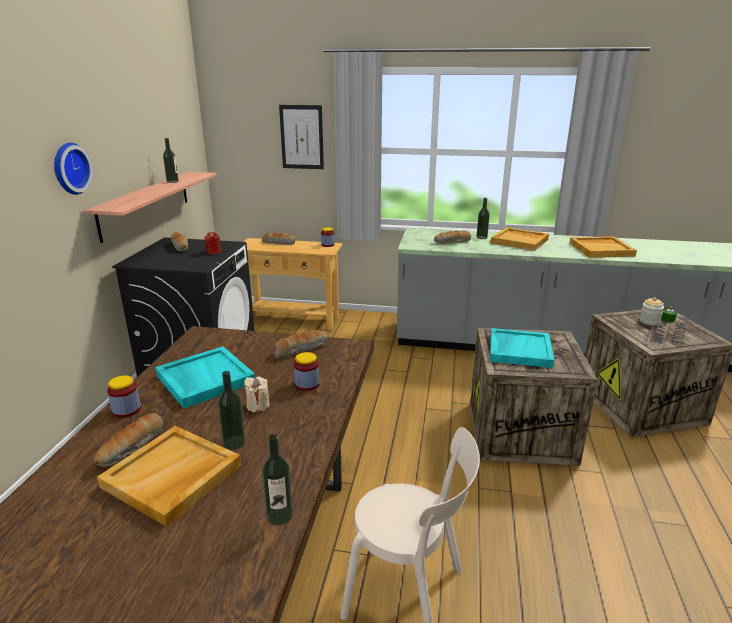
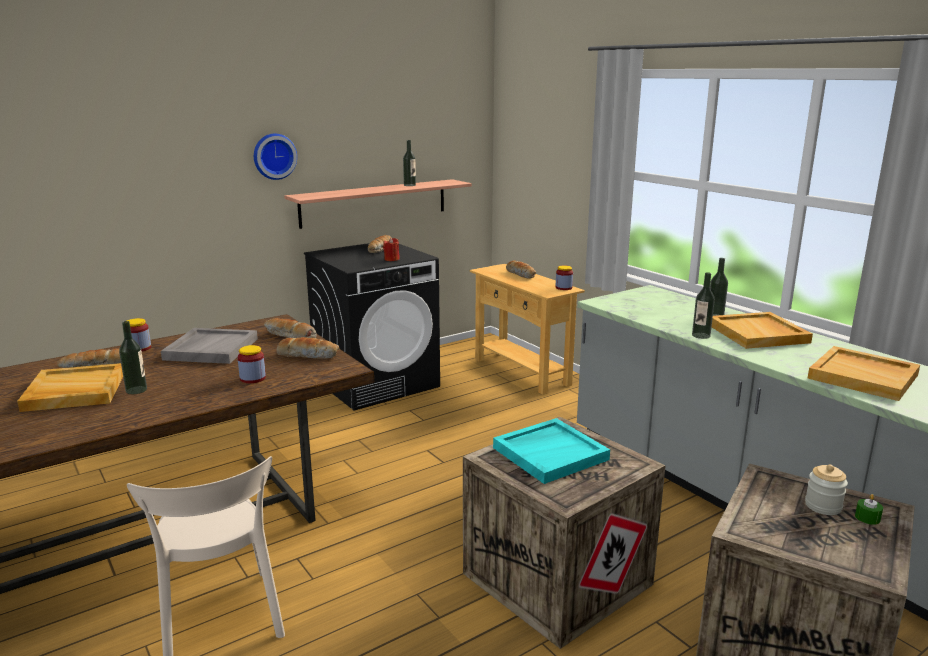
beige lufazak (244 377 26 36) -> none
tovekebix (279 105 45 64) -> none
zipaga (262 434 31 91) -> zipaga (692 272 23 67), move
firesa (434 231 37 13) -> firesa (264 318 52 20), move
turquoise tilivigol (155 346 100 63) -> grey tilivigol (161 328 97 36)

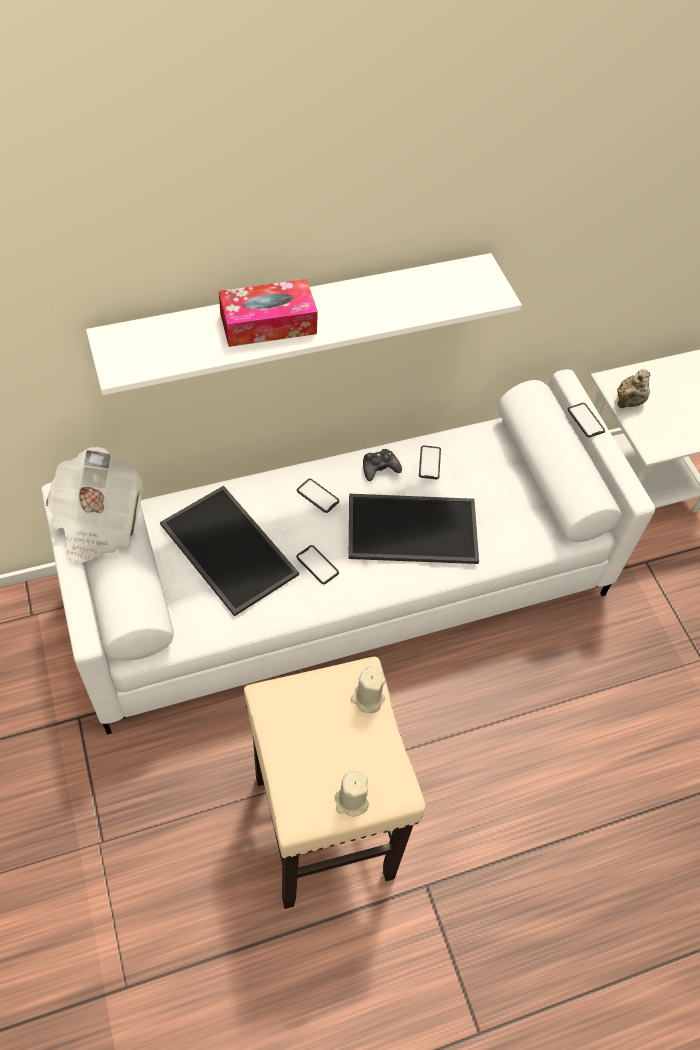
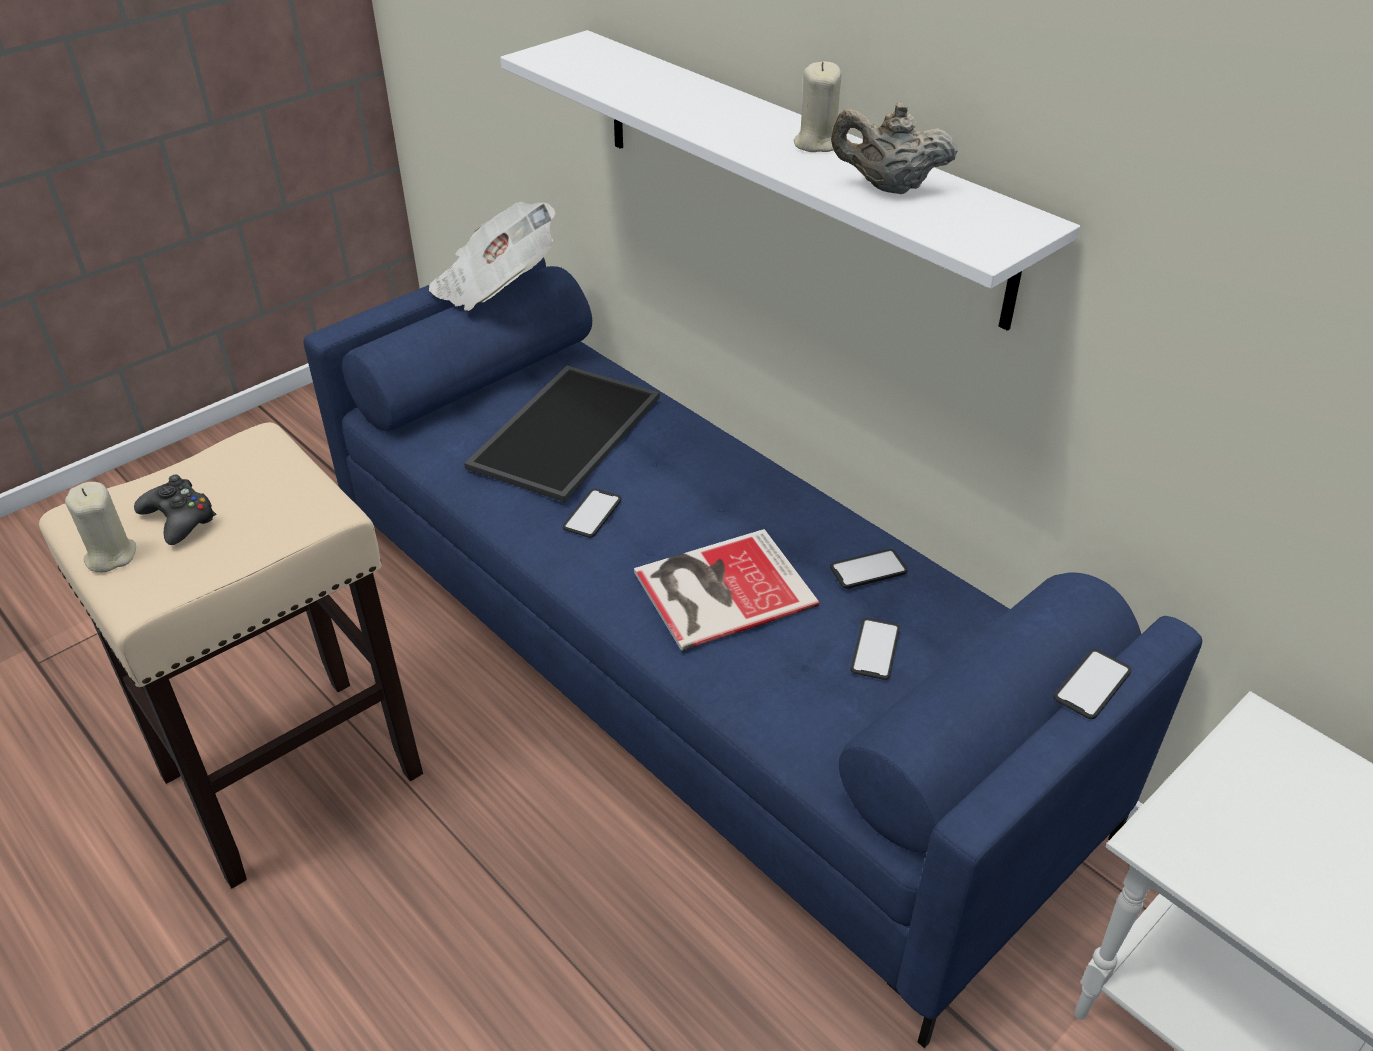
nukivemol (219 279 99 68) -> none
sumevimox (297 479 43 34) -> sumevimox (851 618 49 62), move
beige lufazak (351 667 35 46) -> beige lufazak (794 62 47 90), move
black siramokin (363 449 39 32) -> black siramokin (134 475 82 70), move
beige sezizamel (617 369 33 39) -> beige sezizamel (831 103 127 91), move
tilivigol (349 494 130 70) -> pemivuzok (634 529 185 122)
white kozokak (41 369 614 366) -> blue kozokak (304 257 898 791)

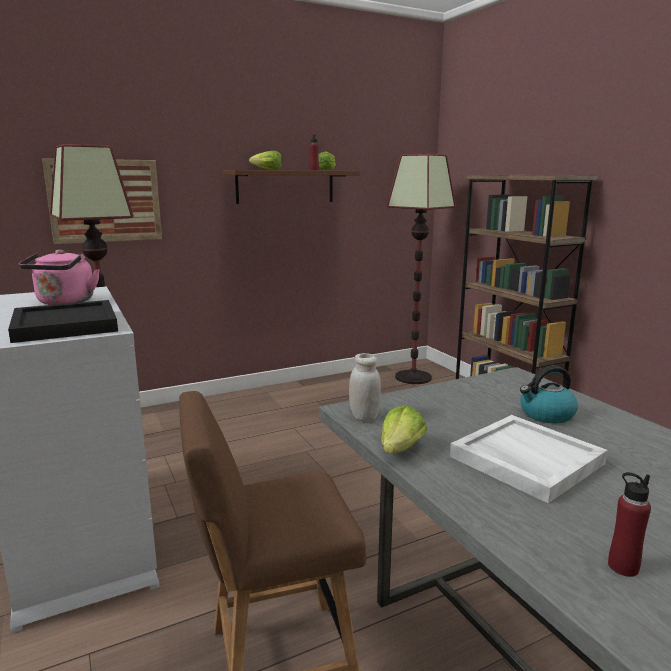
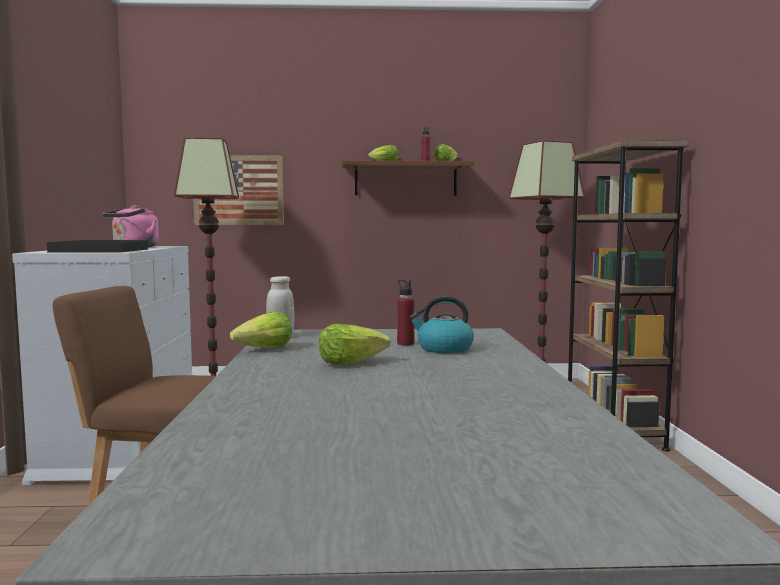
red zipaga (608 472 43 105) -> red zipaga (397 280 18 66), move
white tilivigol (450 415 158 88) -> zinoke (319 324 71 41)

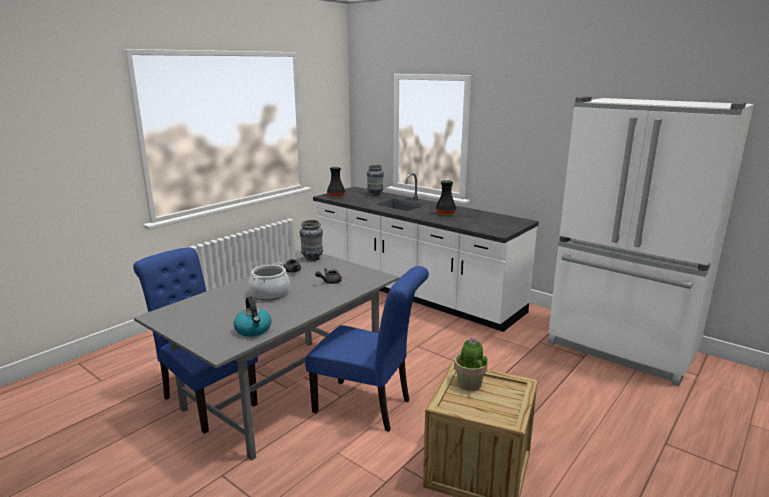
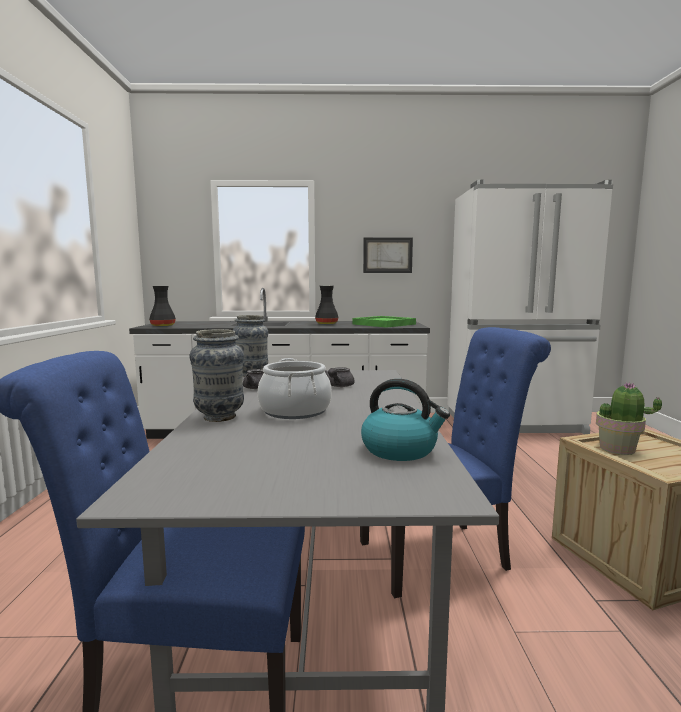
none -> green tilivigol (352 316 64 12)
none -> tovekebix (363 238 50 35)
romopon (367 165 17 30) -> romopon (189 329 55 93), move

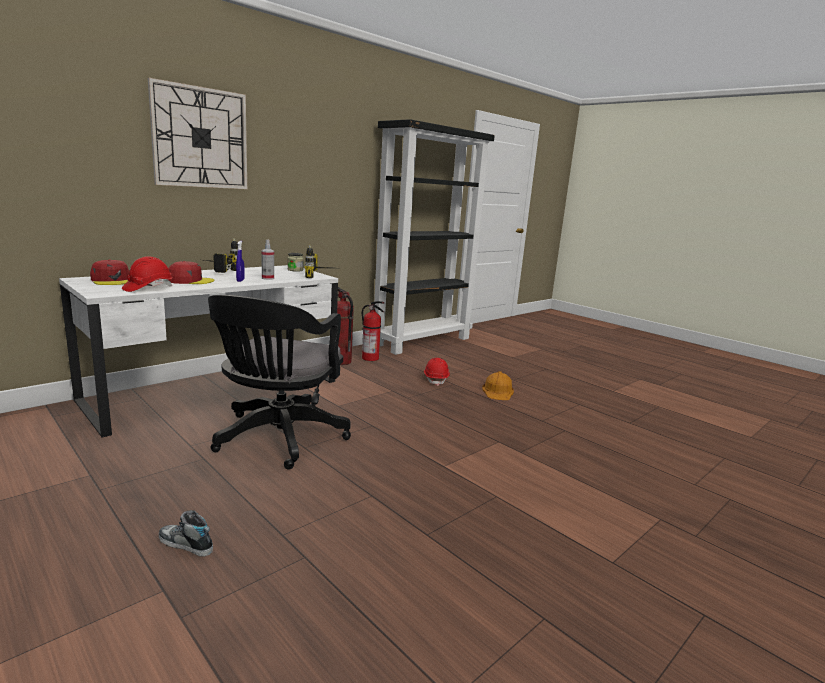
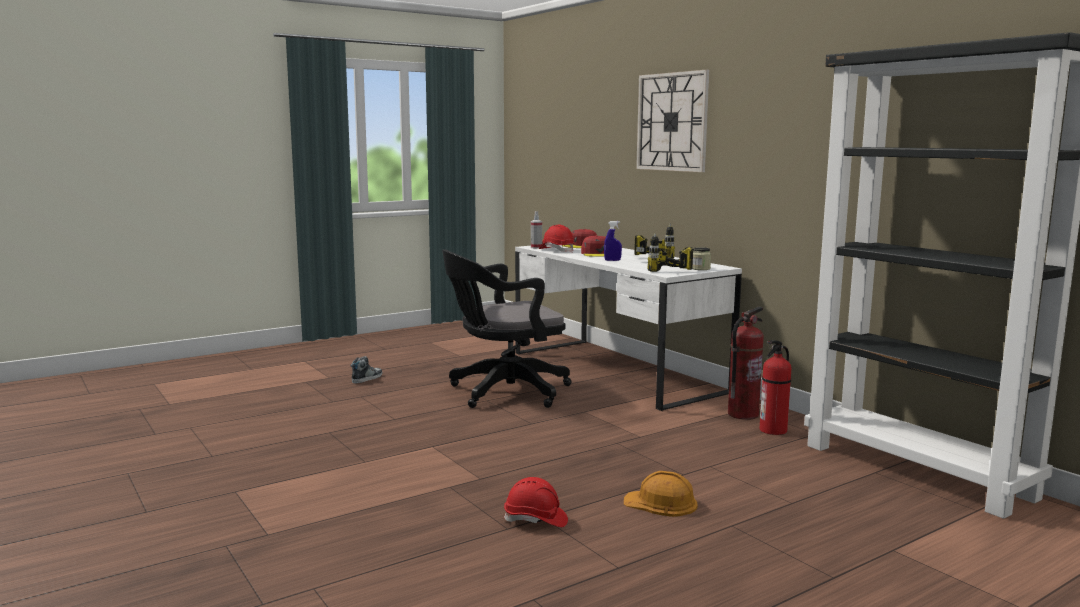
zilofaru (261 240 13 40) -> zilofaru (531 211 11 38), move
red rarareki (424 358 26 28) -> red rarareki (503 477 65 50), move
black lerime (208 295 143 175) -> black lerime (442 249 130 159), 45 degrees counterclockwise

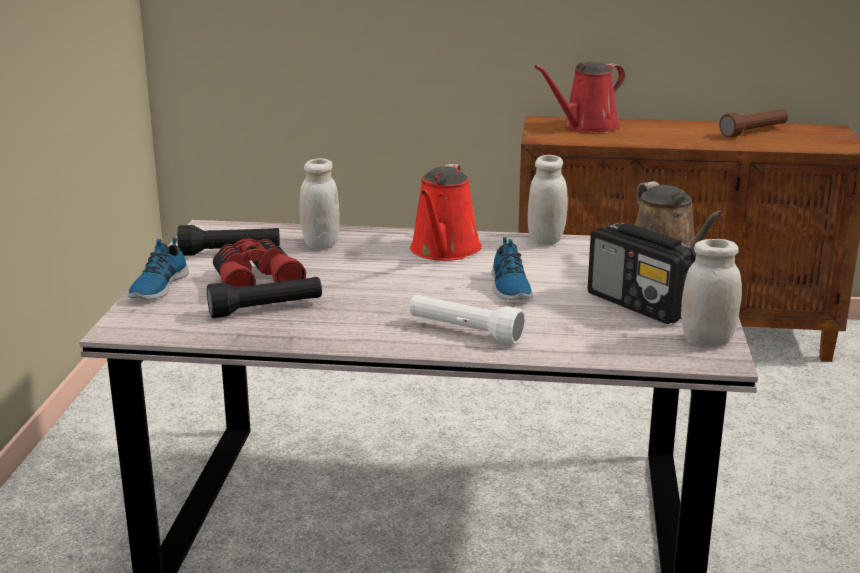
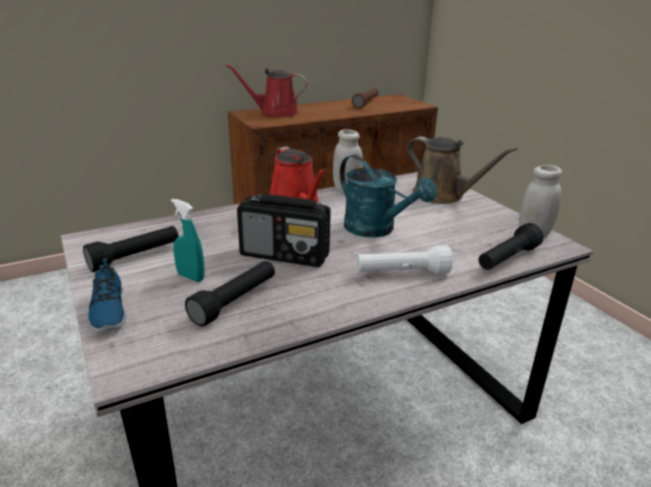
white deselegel (299 158 41 91) -> none
none -> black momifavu (479 223 64 47)
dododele (588 223 108 101) -> dododele (237 194 94 73), move
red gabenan (213 238 93 49) -> turquoise zilofaru (171 199 34 83)
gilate (491 237 42 63) -> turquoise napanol (340 155 96 82)
red napanol (535 62 90 71) -> red napanol (226 64 81 53), 75 degrees clockwise

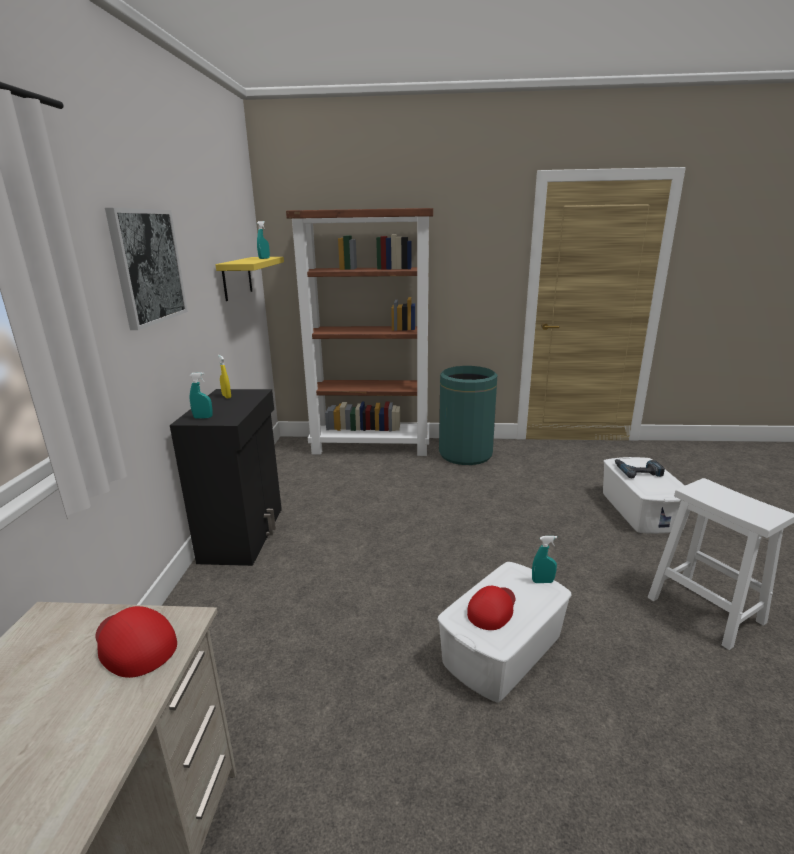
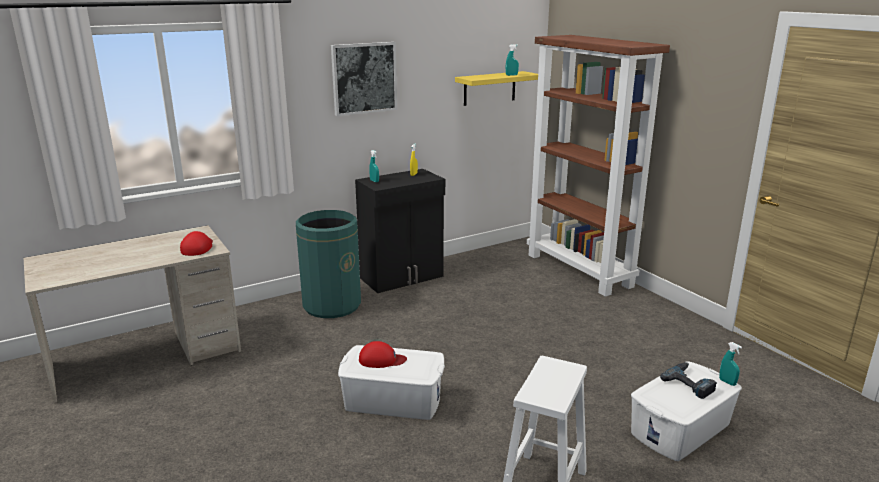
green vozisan (439 366 58 99) -> green vozisan (296 210 65 108), move
turquoise zilofaru (532 536 25 47) -> turquoise zilofaru (719 342 23 44), move

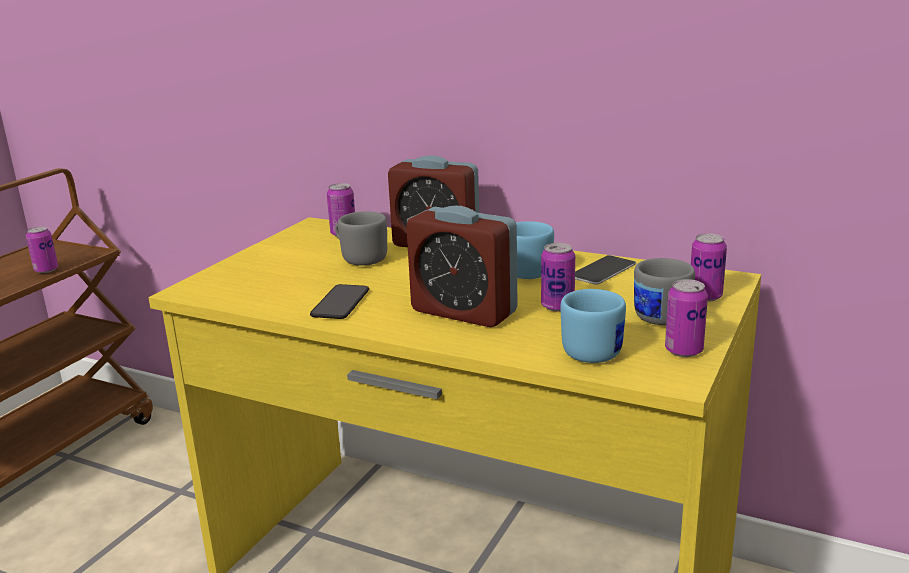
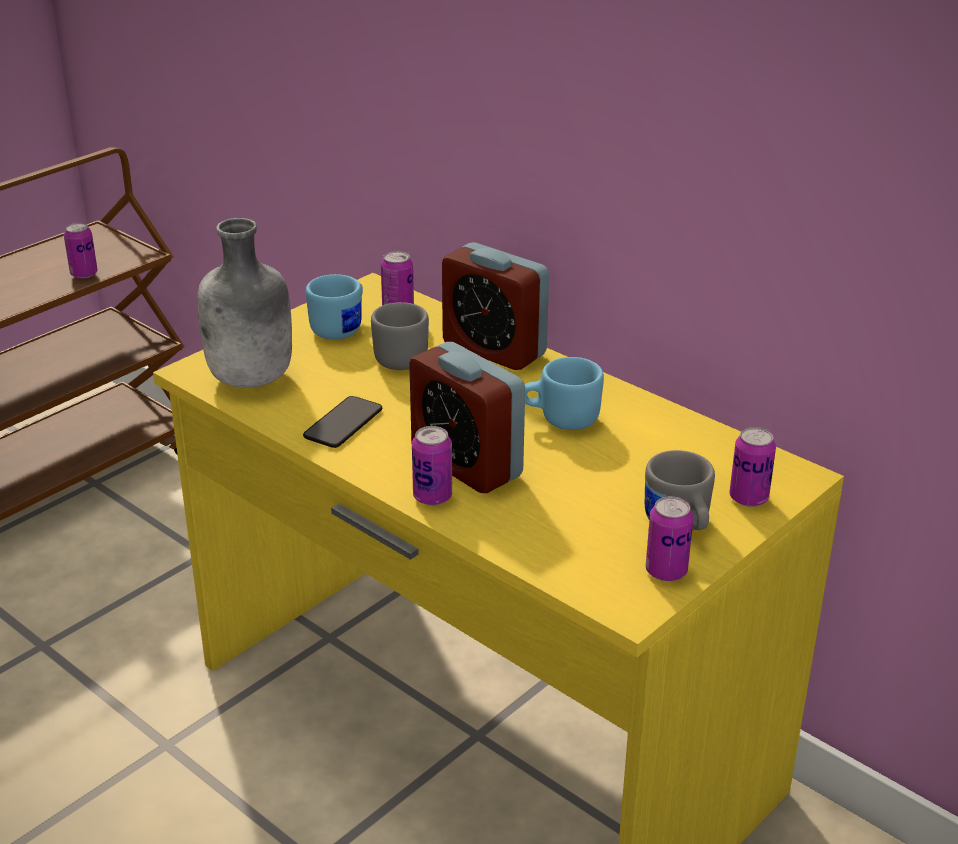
sumevimox (575 255 61 30) -> none
none -> grey zipaga (198 218 94 170)
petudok (541 243 34 69) -> petudok (412 426 40 79), move
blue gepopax (560 289 66 74) -> blue gepopax (306 274 57 65), move

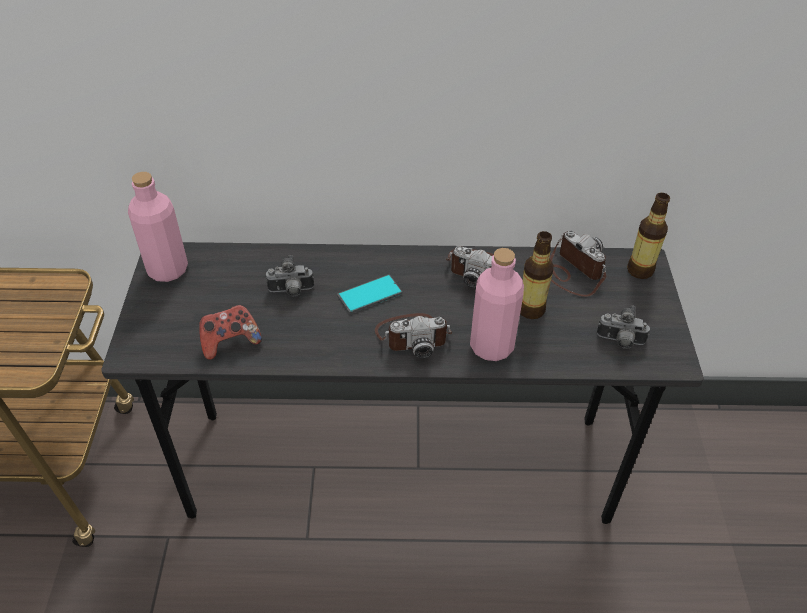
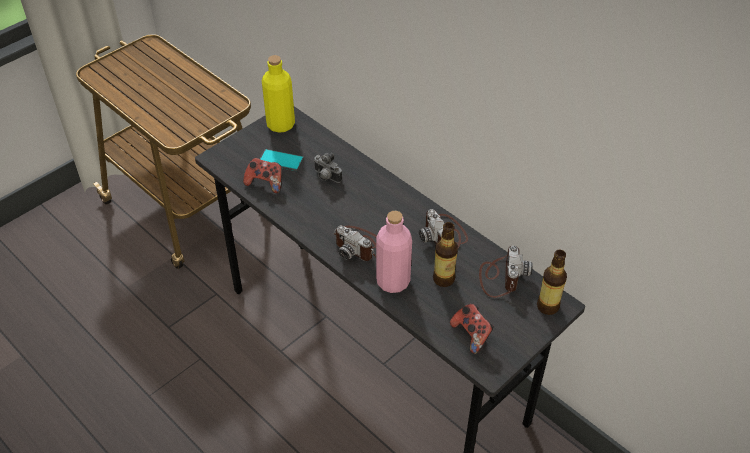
sumevimox (337 274 65 40) -> sumevimox (260 149 44 22), move
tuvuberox (597 305 53 44) -> siramokin (450 304 44 50)
pink zipaga (128 172 60 110) -> yellow zipaga (262 55 33 78)

